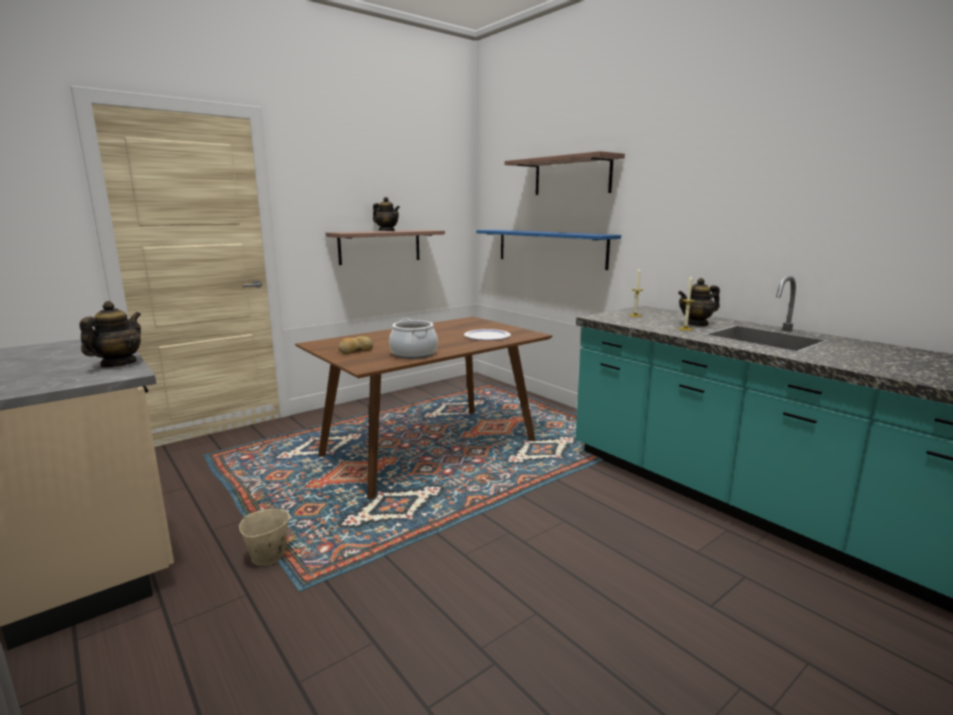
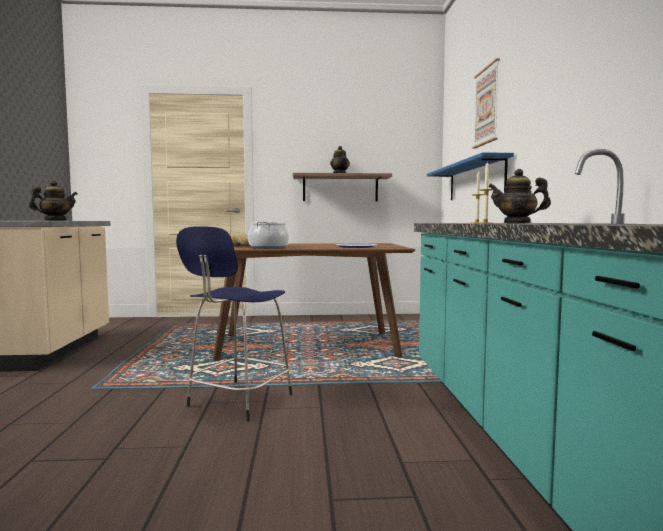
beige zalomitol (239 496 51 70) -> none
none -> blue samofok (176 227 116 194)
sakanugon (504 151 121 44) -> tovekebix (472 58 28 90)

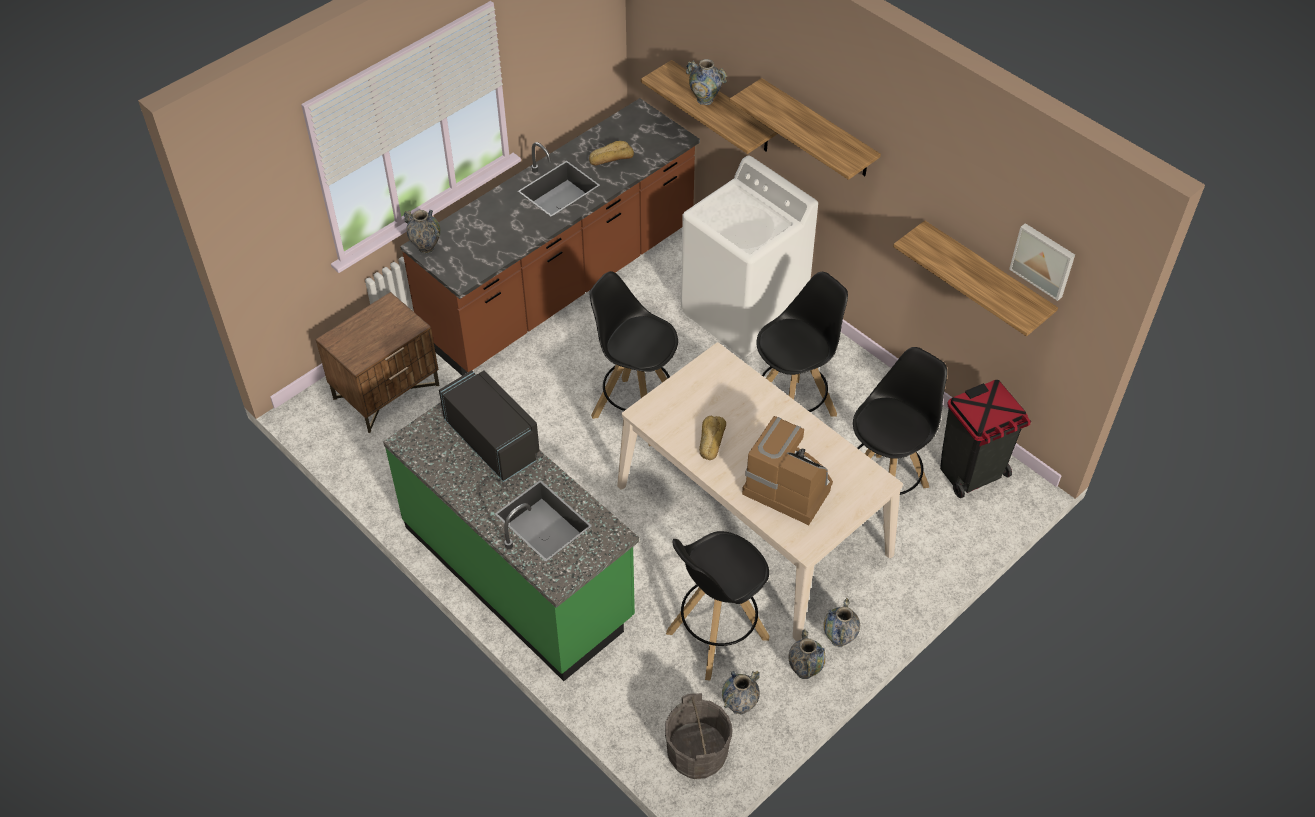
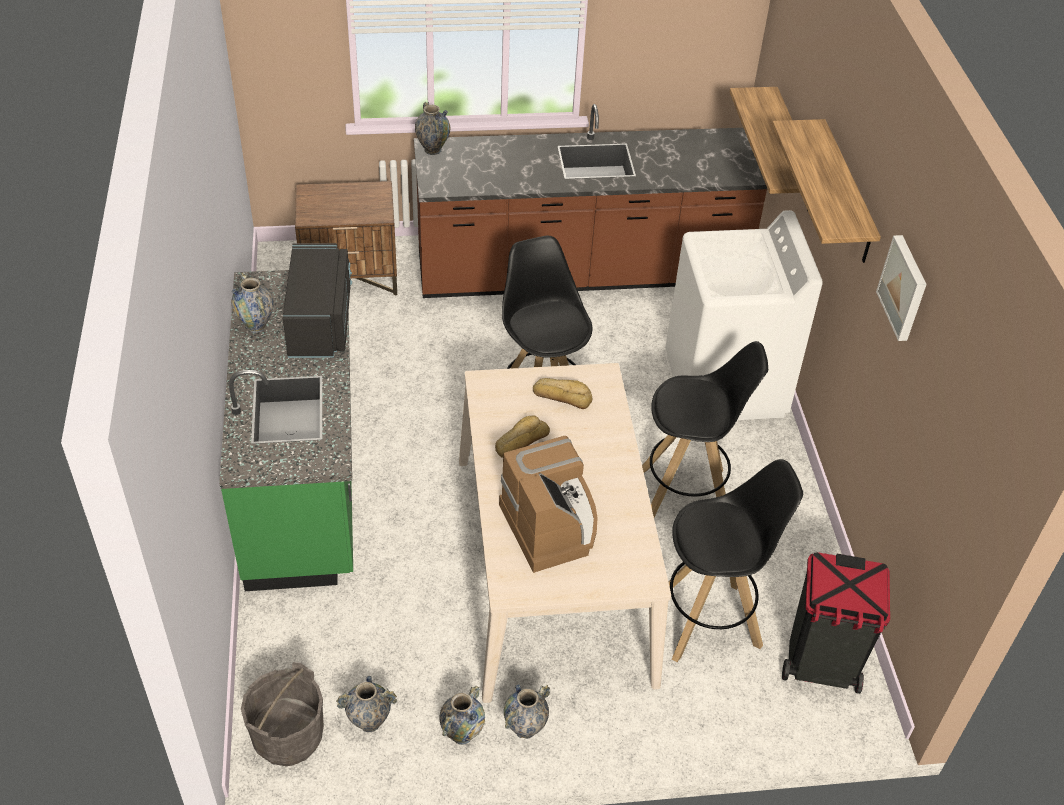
black samofok (666 531 104 149) -> none
sakanugon (893 220 165 116) -> none
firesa (589 141 45 25) -> firesa (533 378 59 31), move
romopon (686 59 41 46) -> romopon (231 273 43 60), move
tovekebix (1009 223 66 78) -> tovekebix (876 235 51 106), move

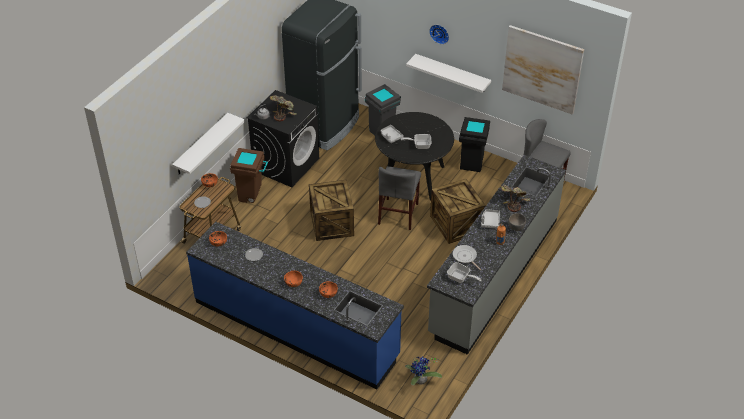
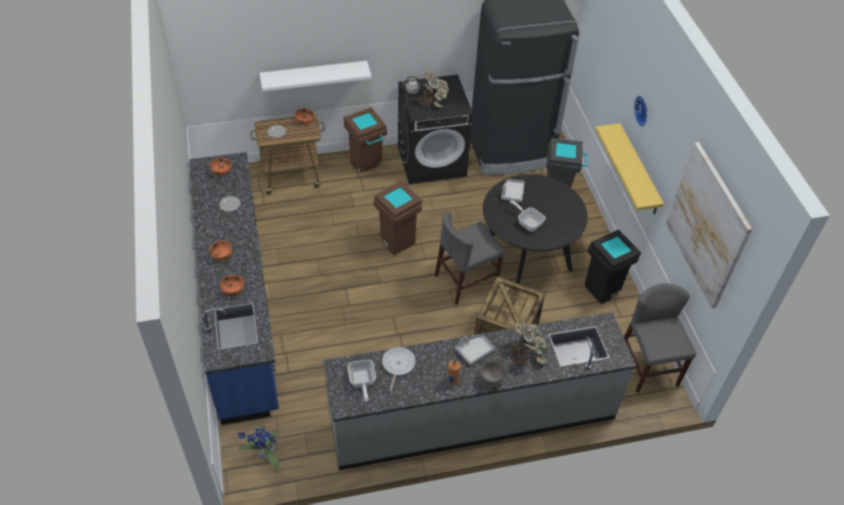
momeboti (309 180 45 61) -> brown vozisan (374 181 48 74)
white sakanugon (406 54 85 39) -> yellow sakanugon (595 123 69 91)

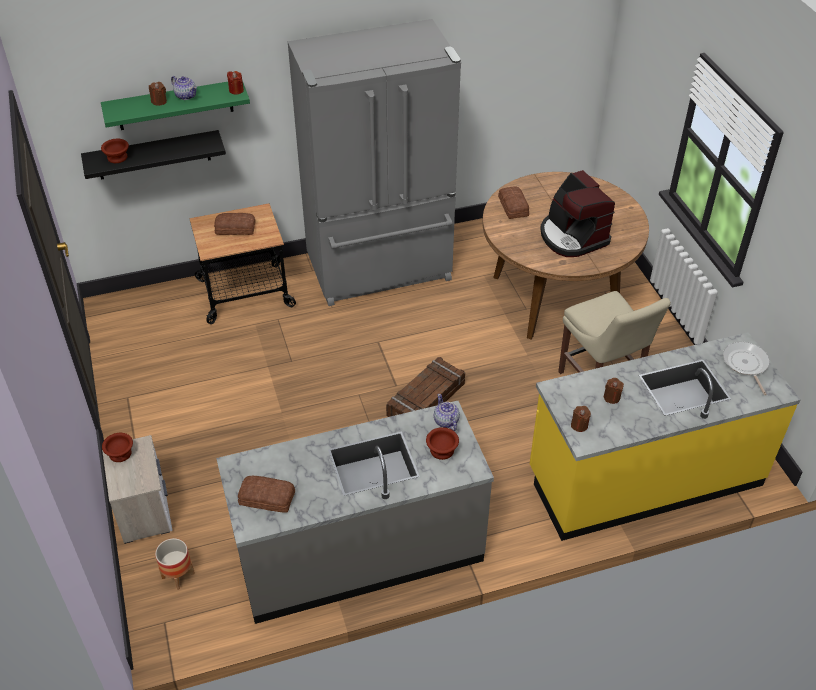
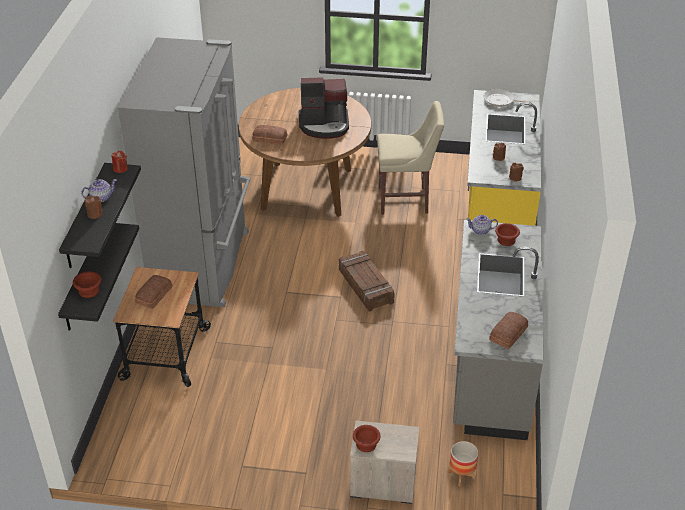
green sakanugon (101 82 149 48) -> black sakanugon (59 163 82 105)

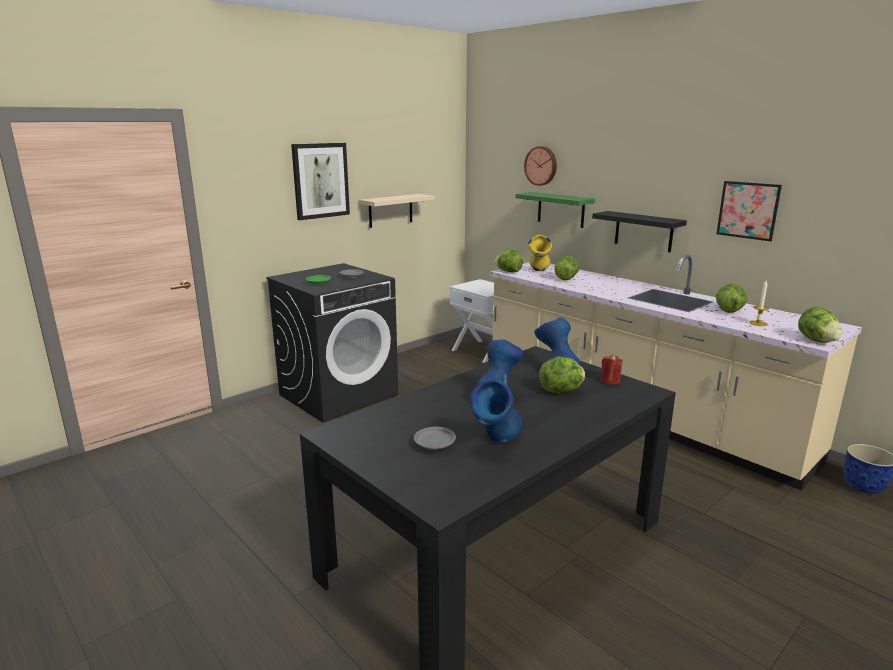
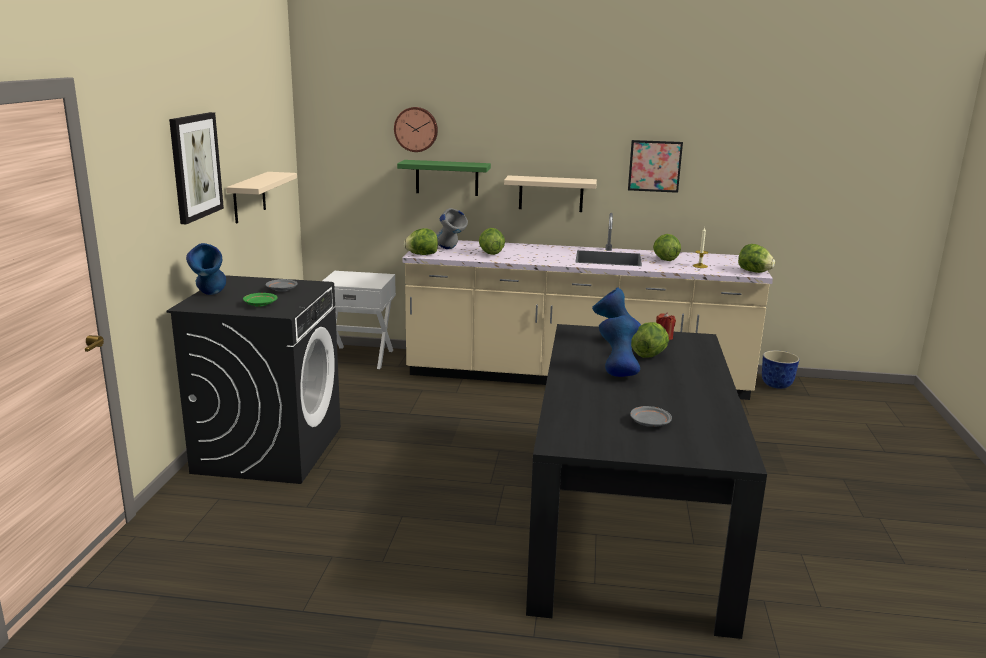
blue romopon (470 379 52 64) -> blue romopon (186 243 40 52), move
yellow romopon (528 235 24 36) -> grey romopon (436 208 32 41)
black sakanugon (592 211 95 41) -> beige sakanugon (504 175 93 37)

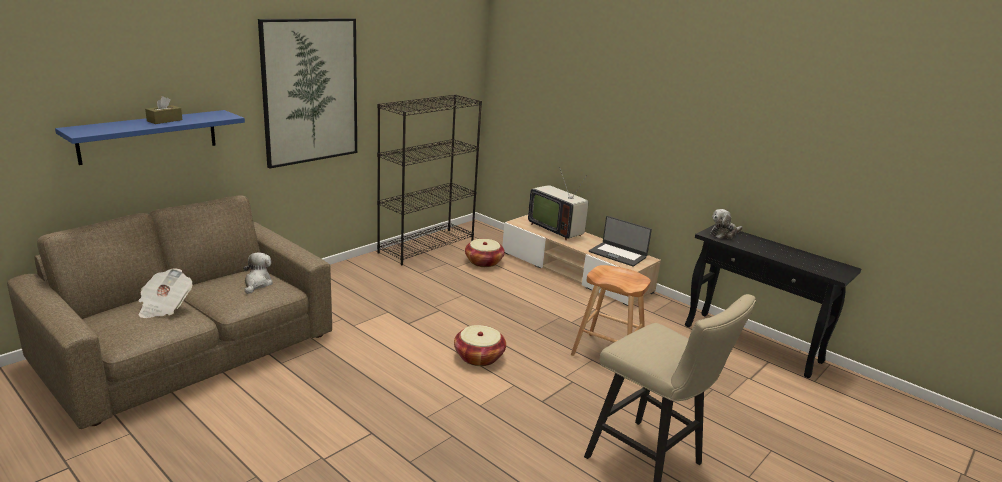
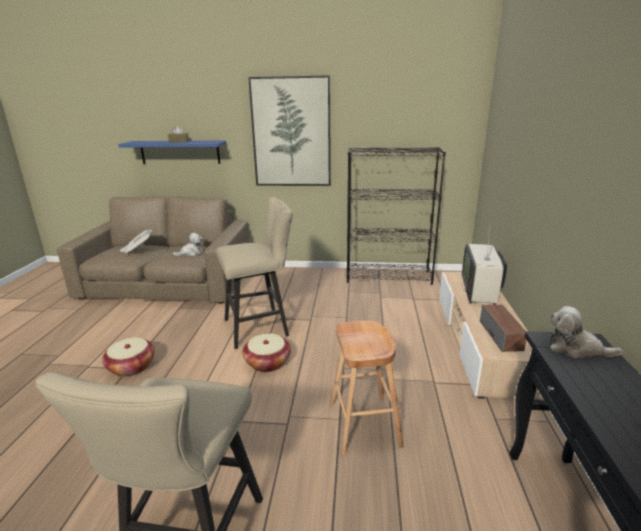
none -> beige samofok (216 197 77 152)
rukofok (465 239 40 28) -> rukofok (102 337 53 40), move
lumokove (589 216 63 51) -> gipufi (480 304 46 48)

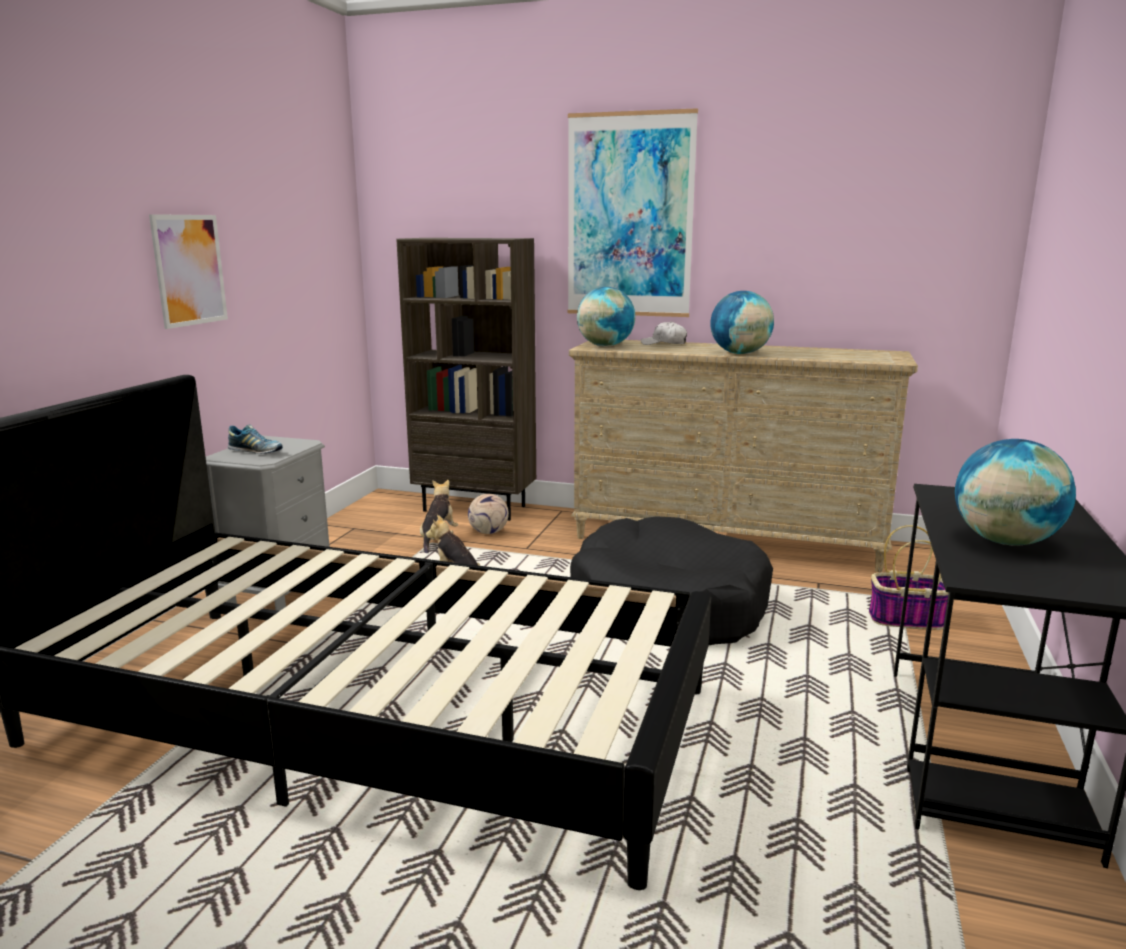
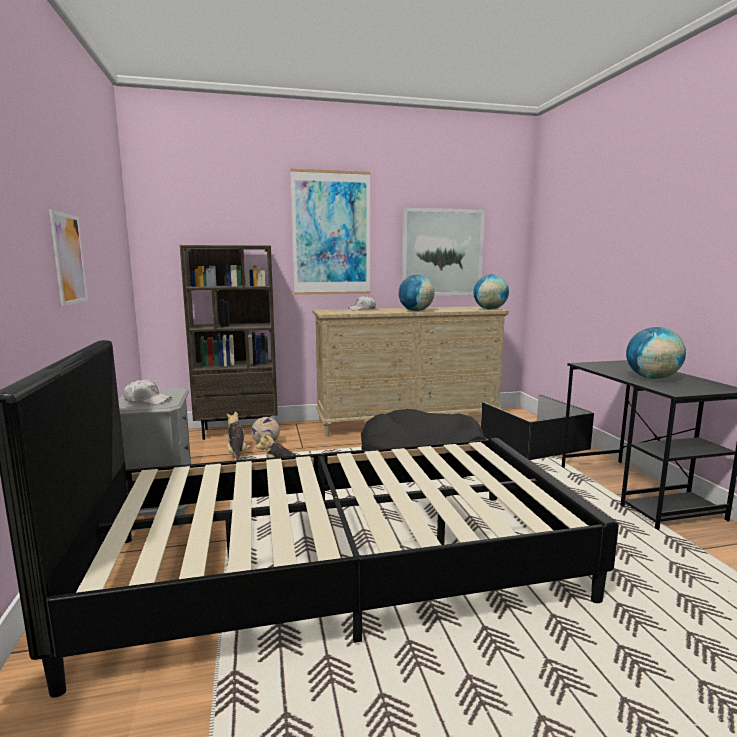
none -> tovekebix (402 208 83 88)
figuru (577 287 58 60) -> figuru (473 274 36 35), move
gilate (228 425 55 29) -> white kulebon (123 379 49 26)
rukofok (869 525 80 105) -> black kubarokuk (481 394 113 66)

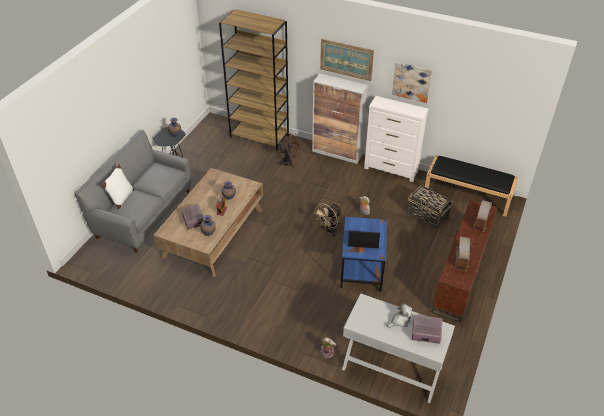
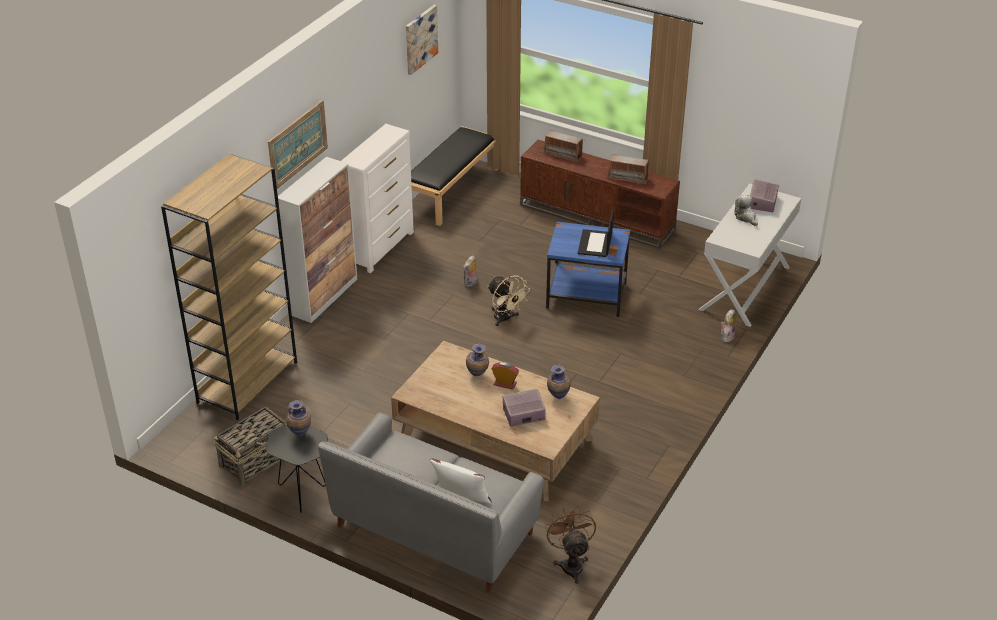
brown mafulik (277 133 24 34) -> brown mafulik (545 506 51 78), move
tovekebix (392 62 40 41) -> tovekebix (406 5 32 70), move
rukofok (407 185 46 45) -> rukofok (214 407 73 79), move

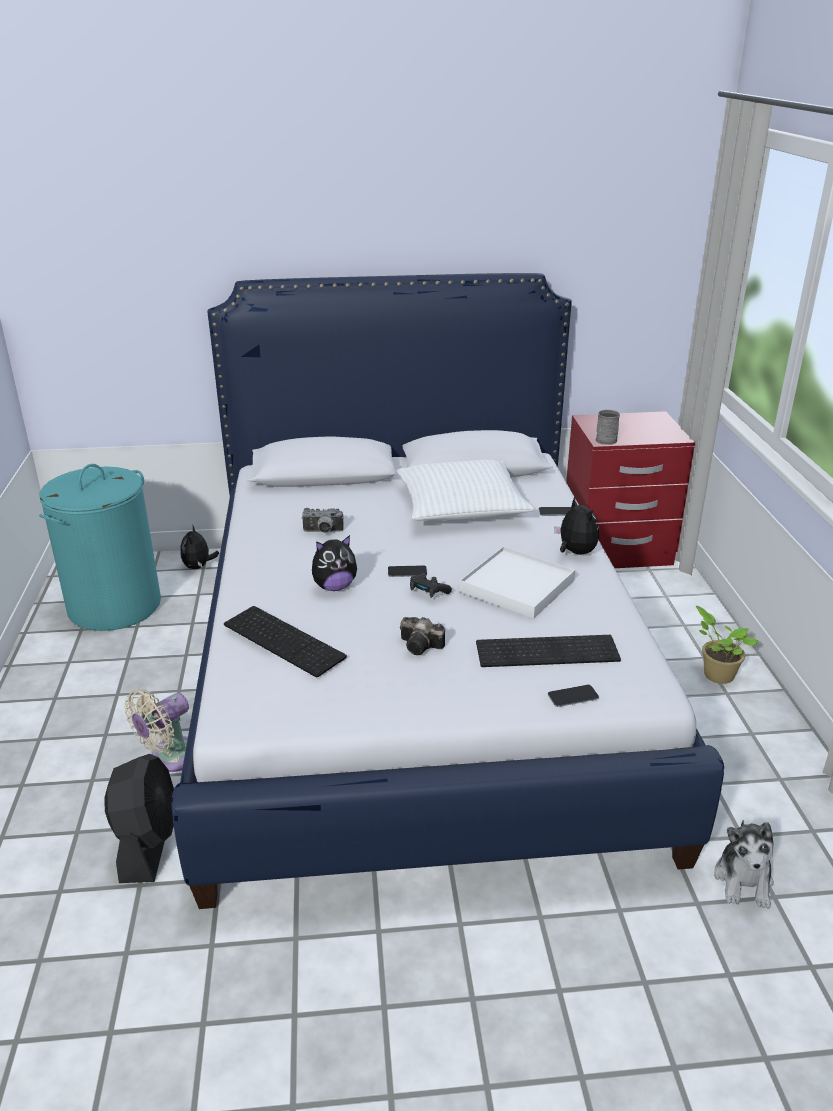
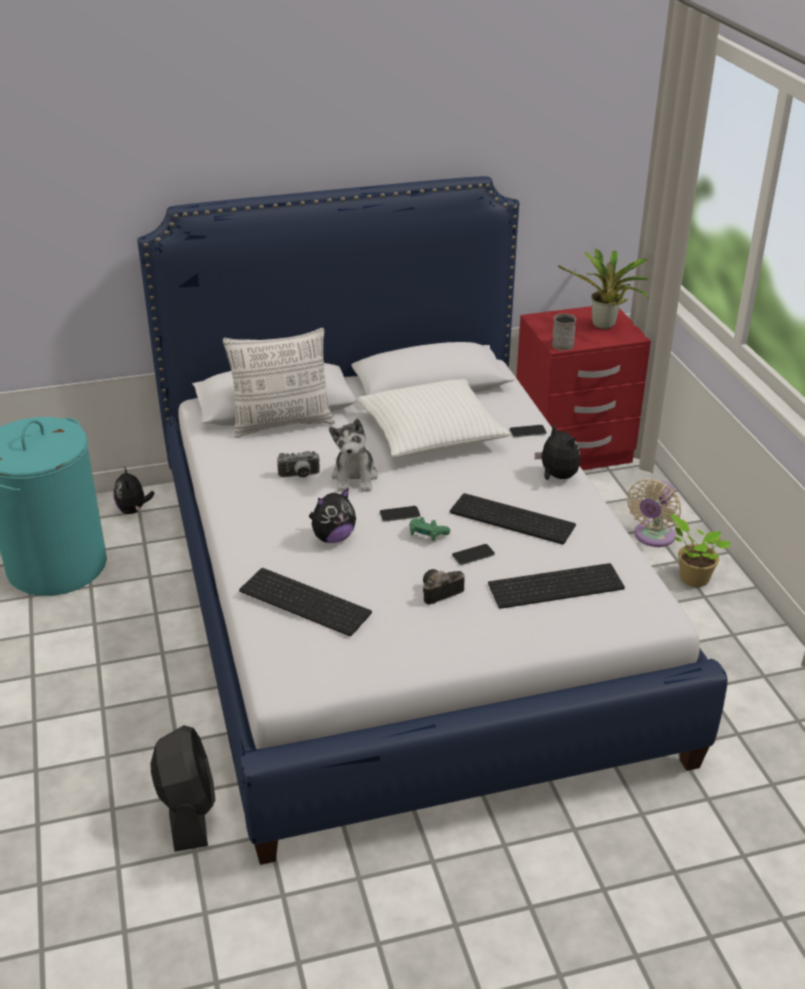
none -> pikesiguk (223 328 112 110)
none -> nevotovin (558 249 91 80)
beige mafulik (125 689 64 83) -> beige mafulik (627 479 54 68), move
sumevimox (548 685 51 22) -> sumevimox (452 544 43 21), move
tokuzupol (714 820 60 89) -> tokuzupol (329 418 49 74), move
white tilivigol (459 546 116 73) -> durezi (450 493 126 51)
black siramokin (410 573 42 25) -> green siramokin (409 517 41 24)
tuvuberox (400 617 45 38) -> tuvuberox (423 569 42 36), 135 degrees clockwise

